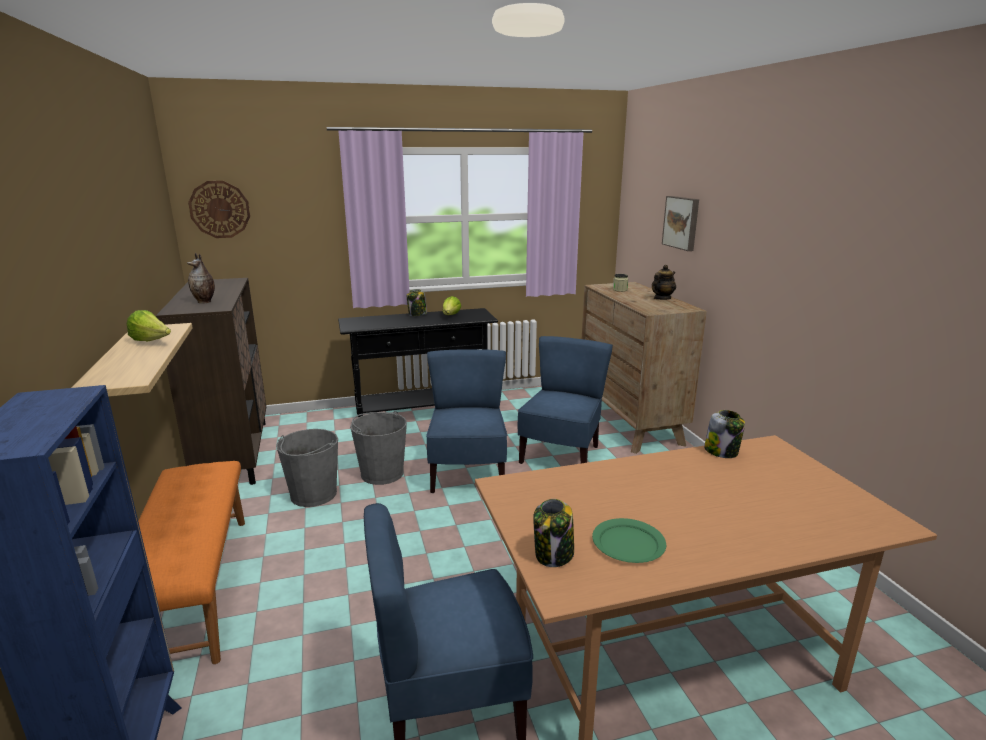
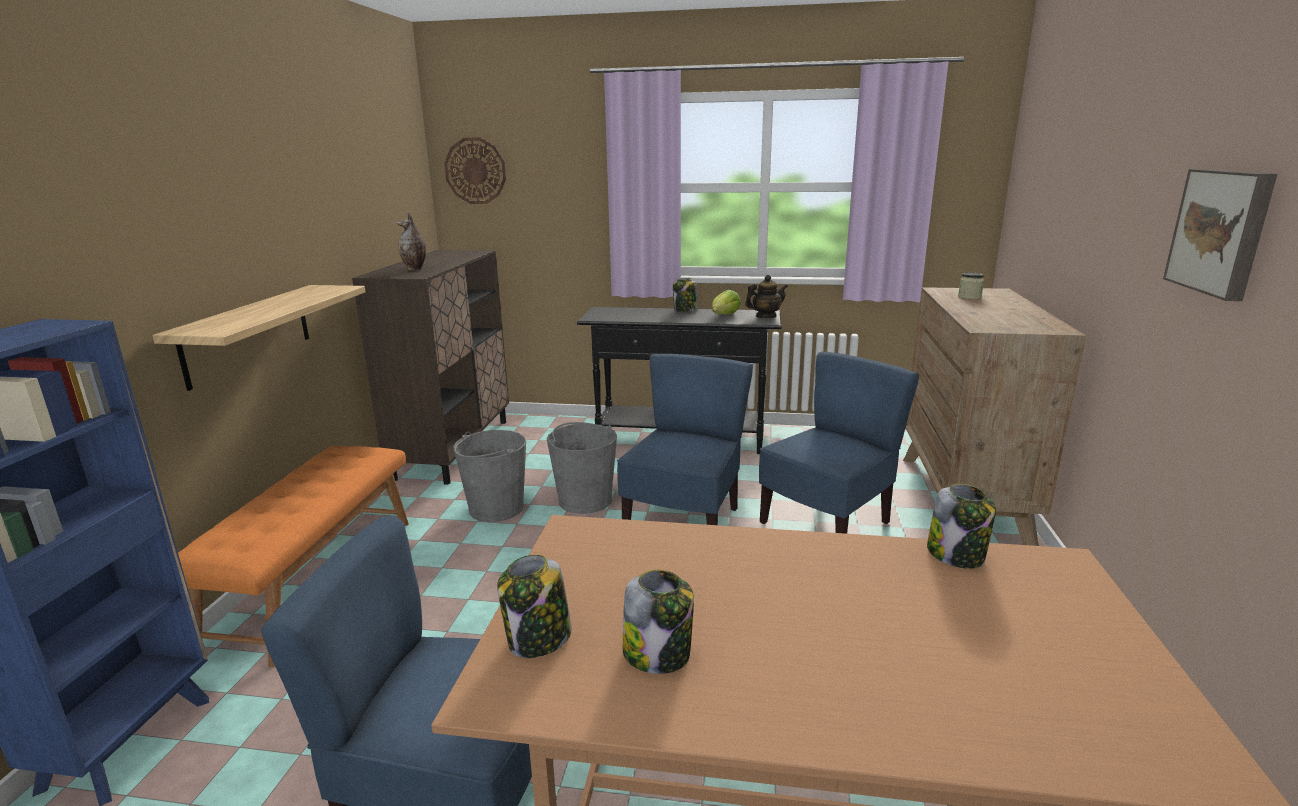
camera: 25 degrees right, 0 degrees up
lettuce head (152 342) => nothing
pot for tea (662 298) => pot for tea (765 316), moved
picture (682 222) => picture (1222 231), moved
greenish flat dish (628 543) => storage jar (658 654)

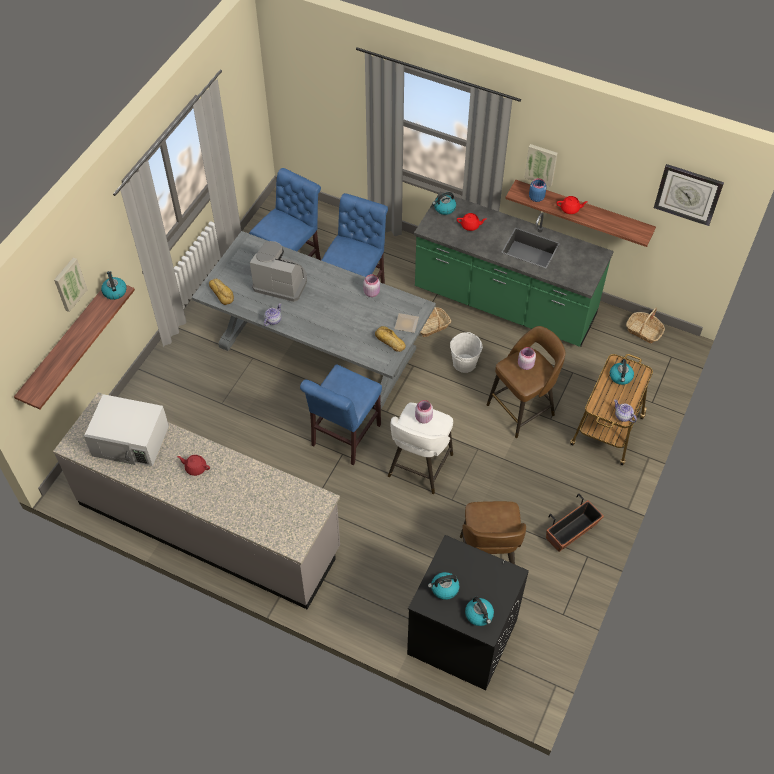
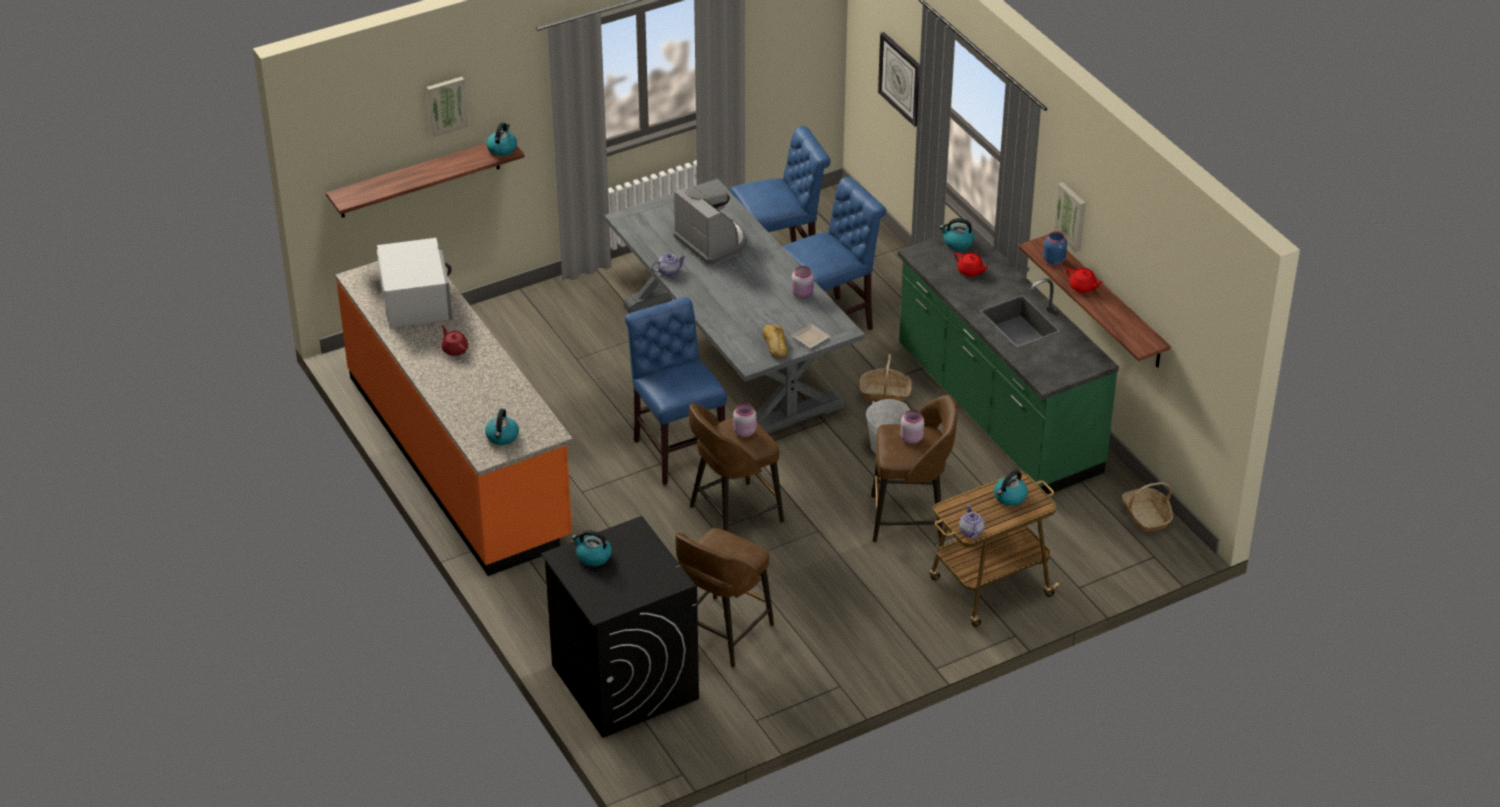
camera: 35 degrees right, 15 degrees down
bread (222 293) => nothing
planter (571 532) => nothing
kettle (479 615) => kettle (502 437), moved
clock on the wall (688 194) => clock on the wall (901 78), moved
greyish counter (209 525) => orange counter (459 457)
white-coloured stool (419 467) => brown stool (733 515)
white-coloured kitchen microwave (131 440) => white-coloured kitchen microwave (416 299), 150 degrees counterclockwise
blue plain chair (343 438) => blue plain chair (677 449), 90 degrees clockwise

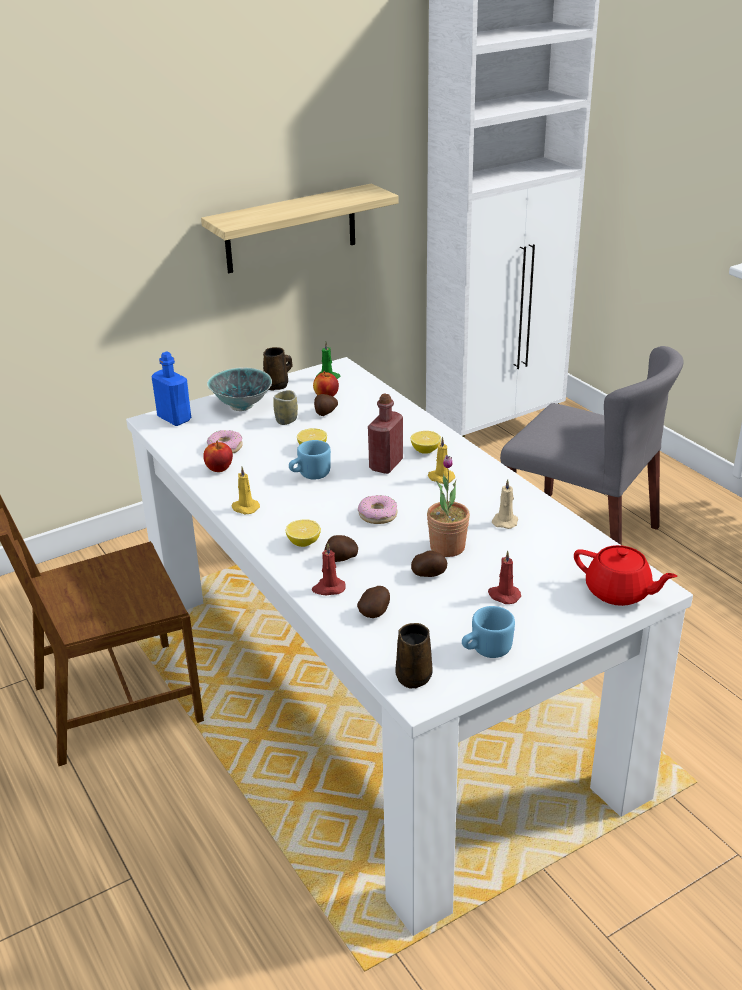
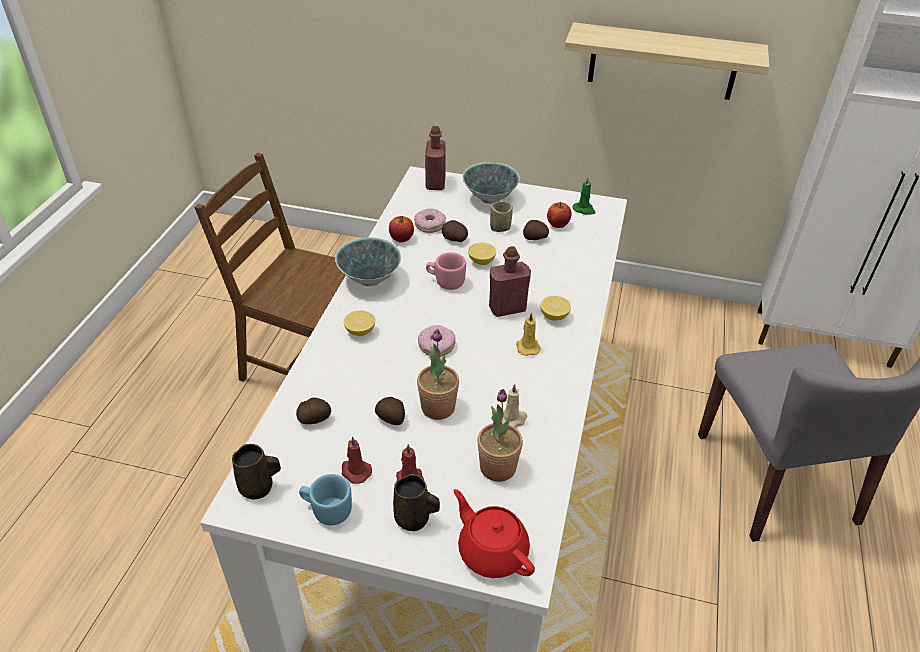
camera: 45 degrees right, 10 degrees up
nothing => potted plant (498 467)
brown tea mug (277 385) => brown tea mug (414 519), moved
red candle (328 588) => red candle (355 471), moved
potato (341 559) => potato (454 239), moved
yellowish candle (244 508) => bowl (369 279)
blue bottle (174 418) => red bottle (435 183)
blue tea mug (309 475) => pinkish tea mug (445 282)
red pot for tea (619 592) => red pot for tea (492 551), 150 degrees clockwise

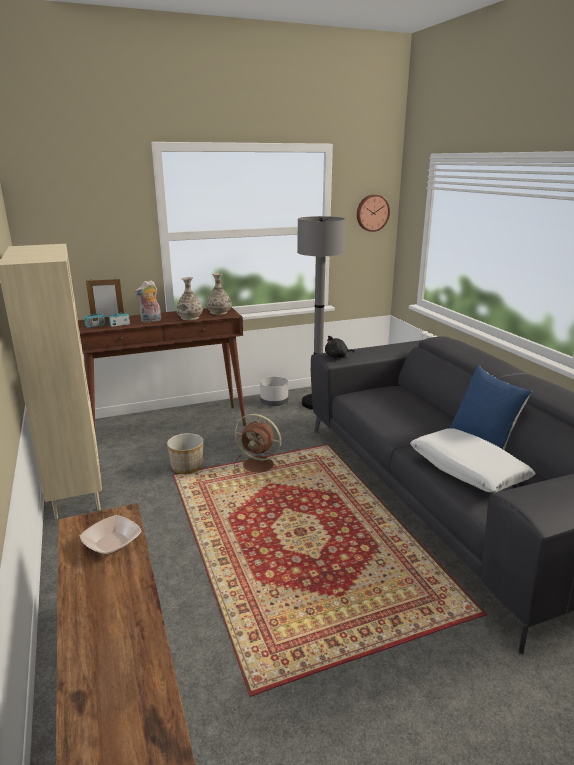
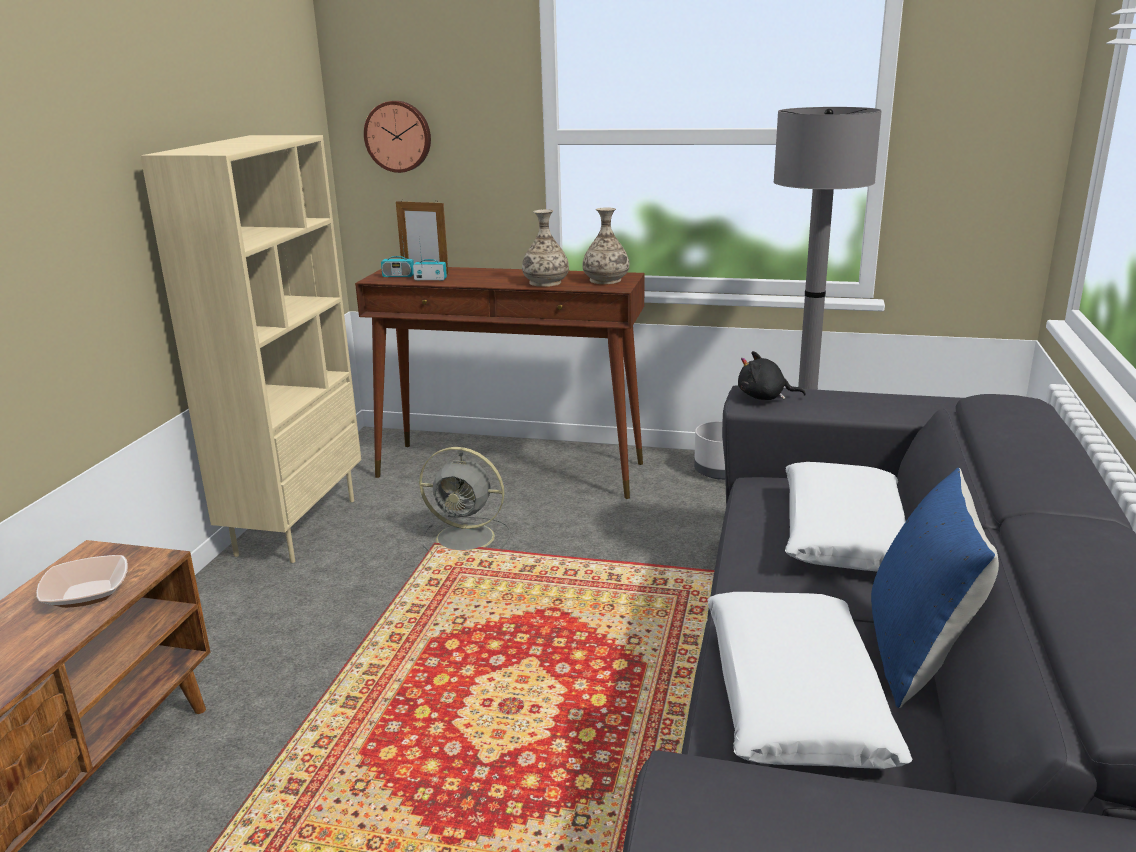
camera: 35 degrees right, 0 degrees up
cuddly toy (151 321) => nothing
brown cooling fan (259 465) => nothing
nothing => white-coloured throw pillow (842 534)
clock on the wall (372 213) => clock on the wall (398 136), moved
planter (187 466) => greyish cooling fan (468 538)

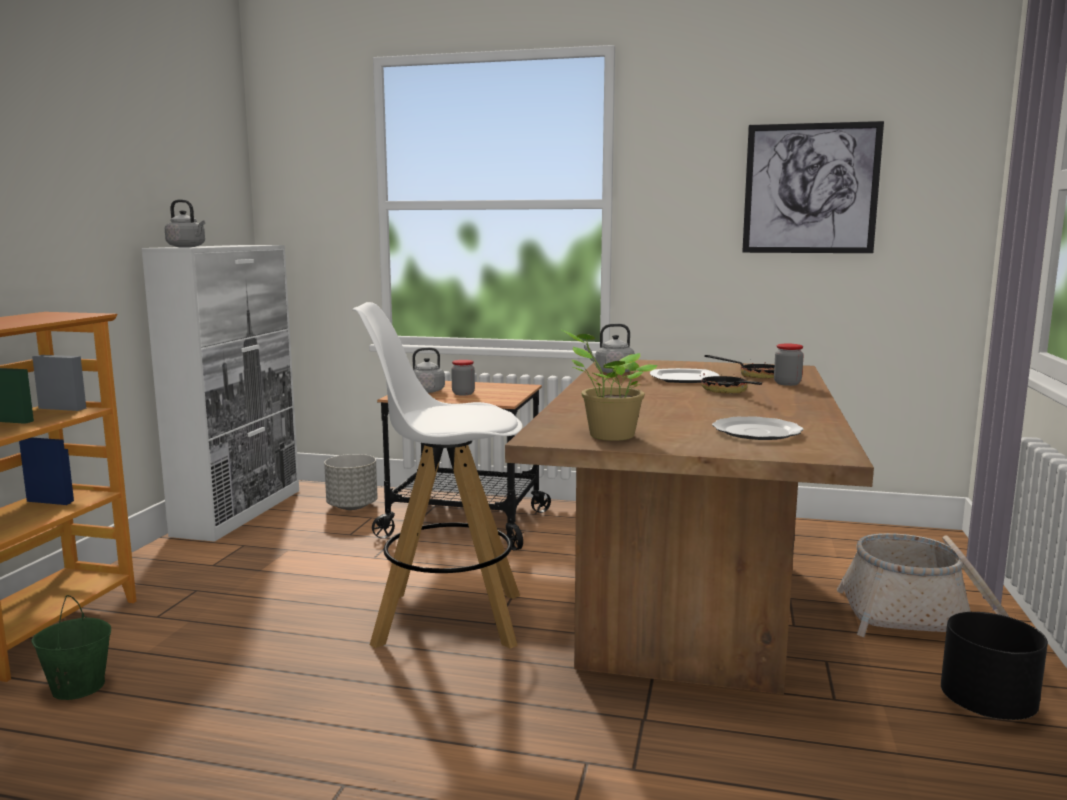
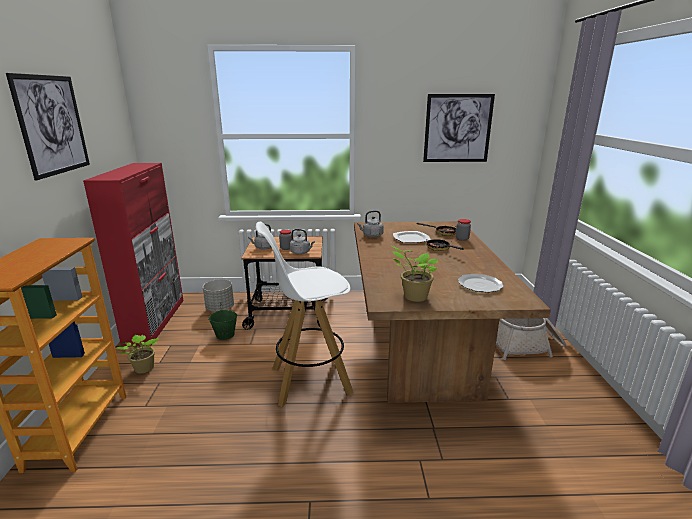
camera: 15 degrees left, 10 degrees up
blackish planter (986 706) => nothing
nothing => picture (52 125)
nothing => potted plant (143 369)
greenish bucket (77 687) => greenish bucket (225 335), moved
greyish kettle (187 246) => greyish kettle (301 252), moved
white-coloured cupboard (240 511) => red cupboard (155 320)

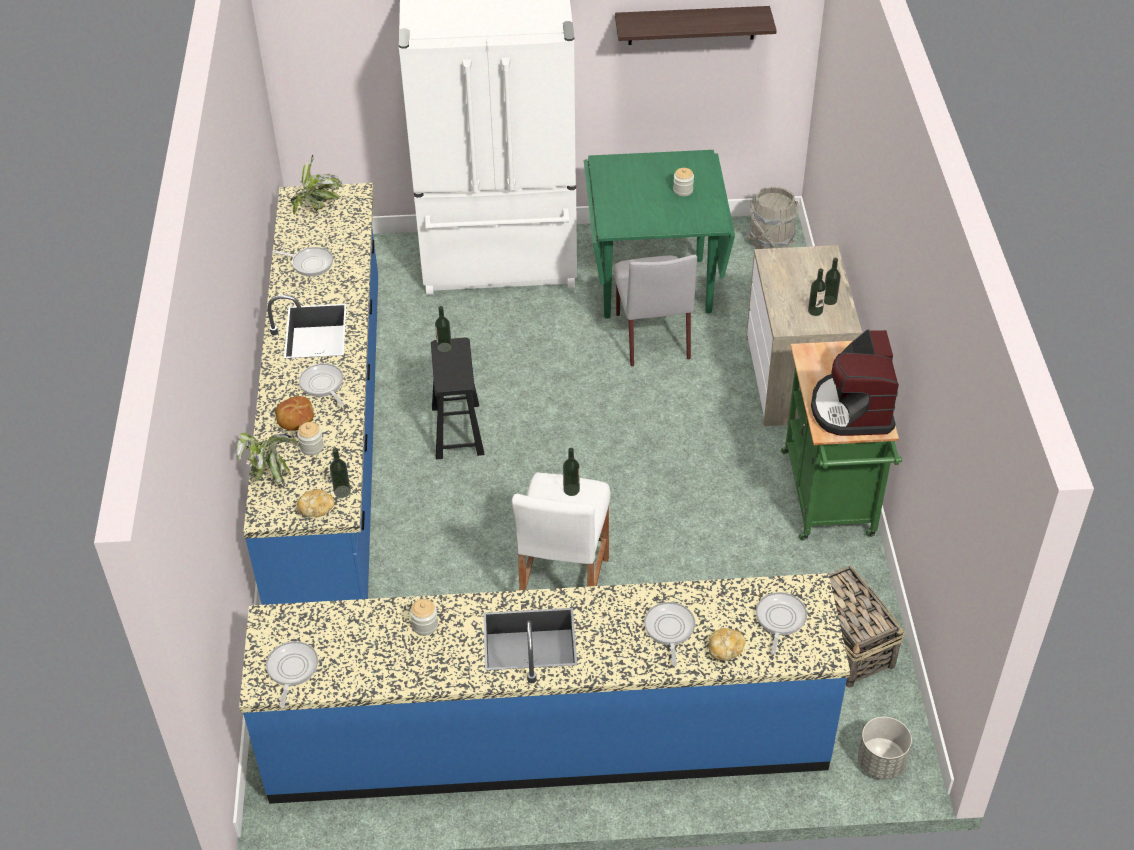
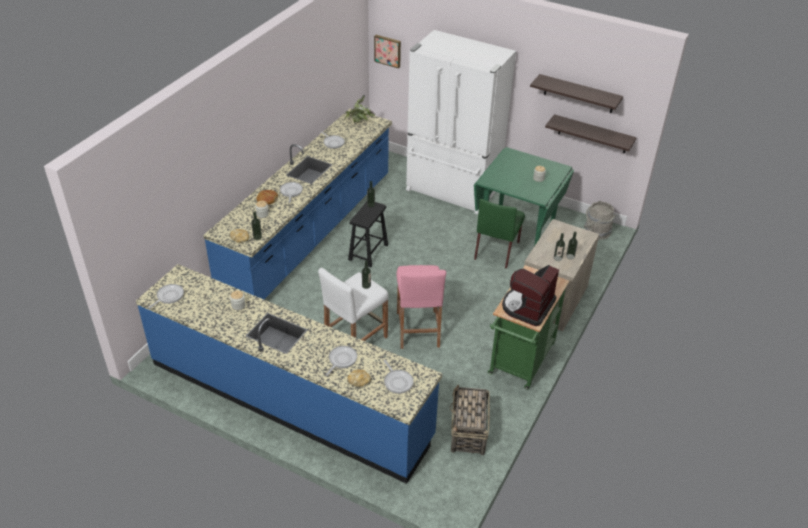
camera: 30 degrees right, 5 degrees down
potted plant (269 471) => nothing
greyish planter (880 762) => nothing
nothing => picture (388 50)
nothing => pinkish stool (418 329)
nothing => wall shelf (592 134)
greyish plain chair (652 335) => greenish plain chair (497 250)
skillet (780 619) => skillet (397 381), 105 degrees clockwise

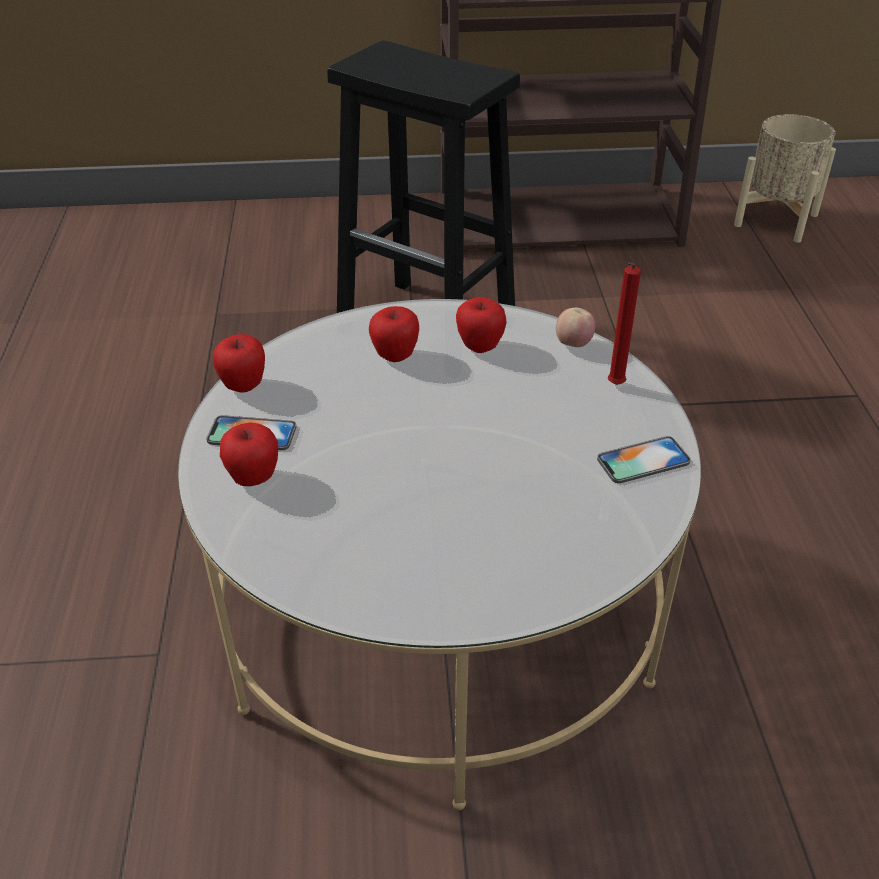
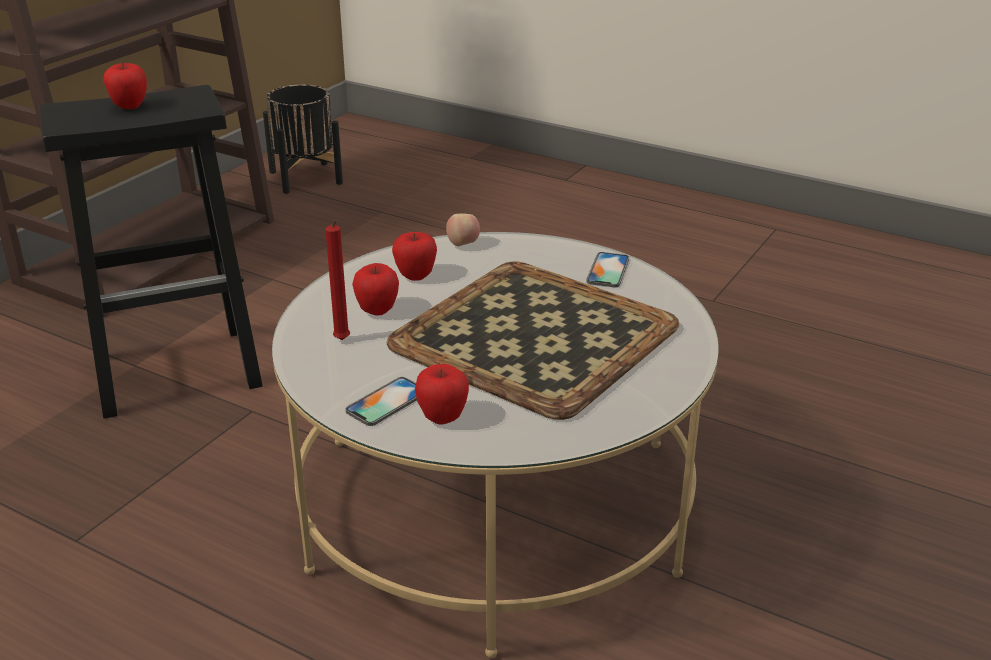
camera: 55 degrees left, 10 degrees down
nothing => serving tray (531 336)
apple fruit (243 386) => apple fruit (129 107), moved
red candle (614 386) => red candle (342 341), moved
sand-coloured planter (776 220) => blackish planter (305 177)

